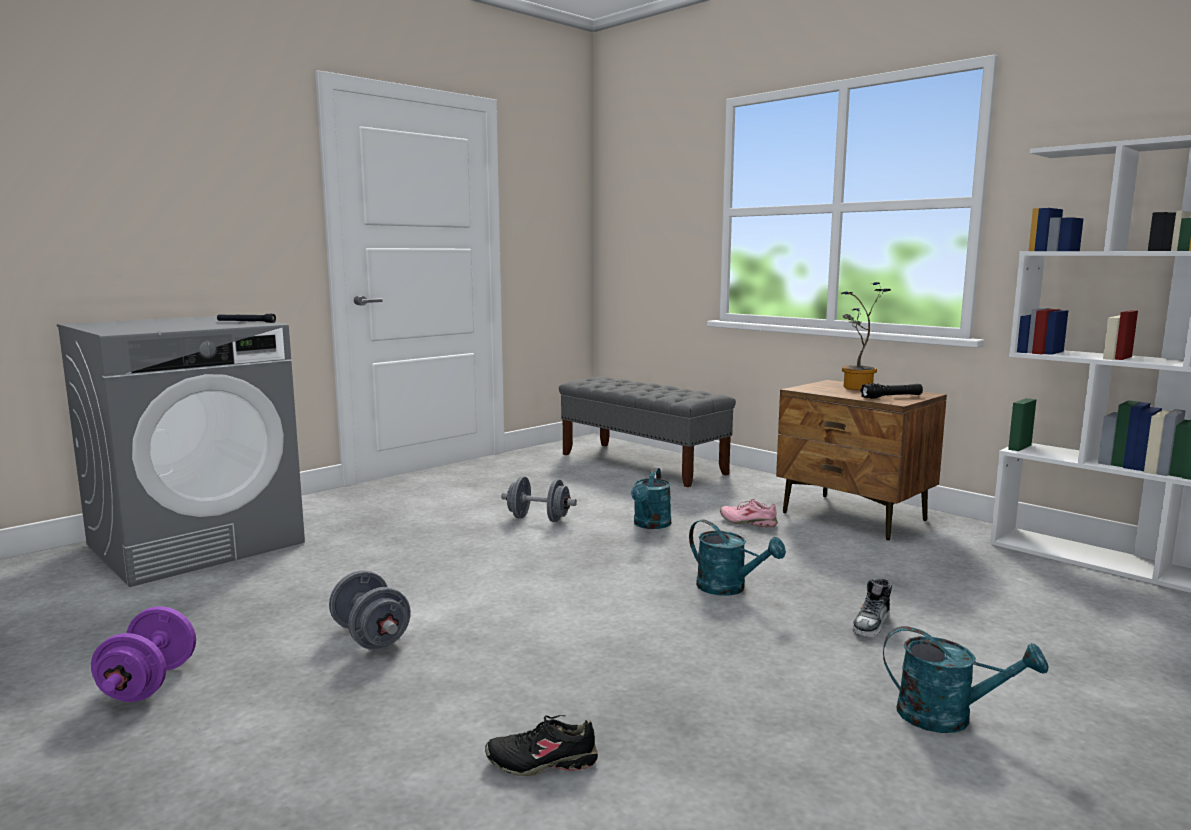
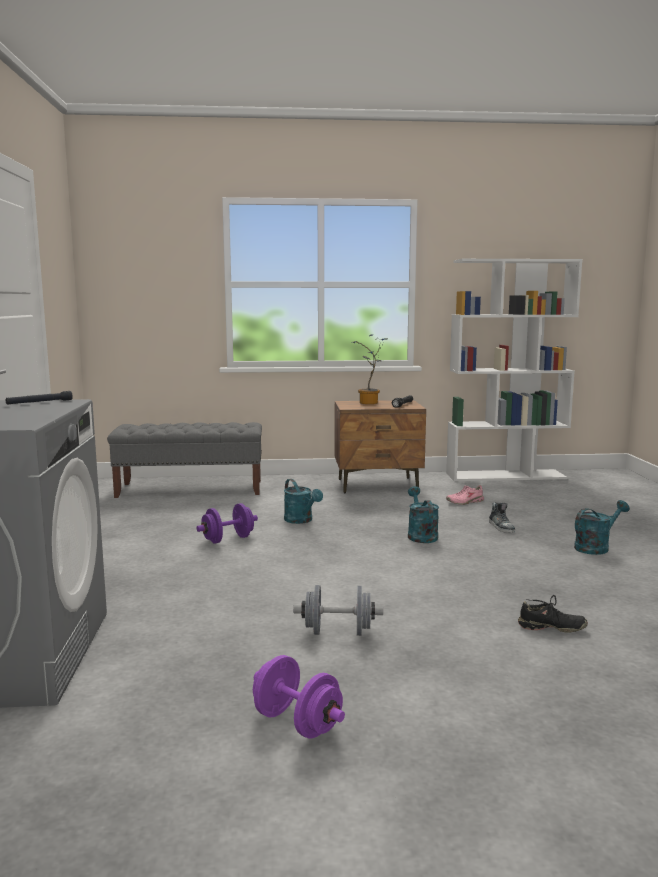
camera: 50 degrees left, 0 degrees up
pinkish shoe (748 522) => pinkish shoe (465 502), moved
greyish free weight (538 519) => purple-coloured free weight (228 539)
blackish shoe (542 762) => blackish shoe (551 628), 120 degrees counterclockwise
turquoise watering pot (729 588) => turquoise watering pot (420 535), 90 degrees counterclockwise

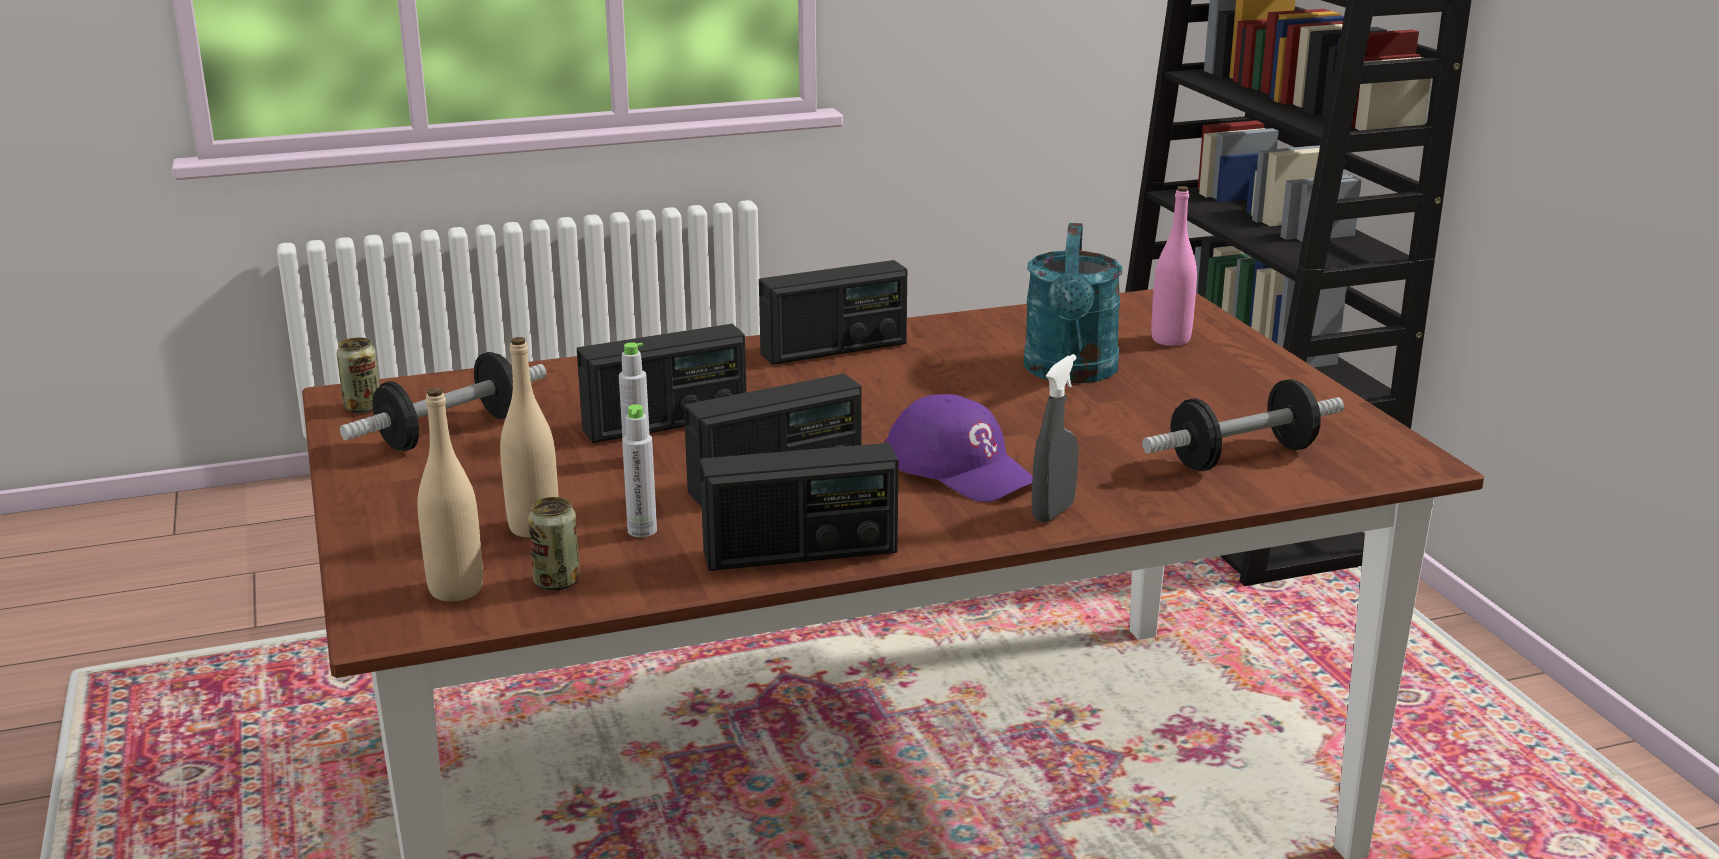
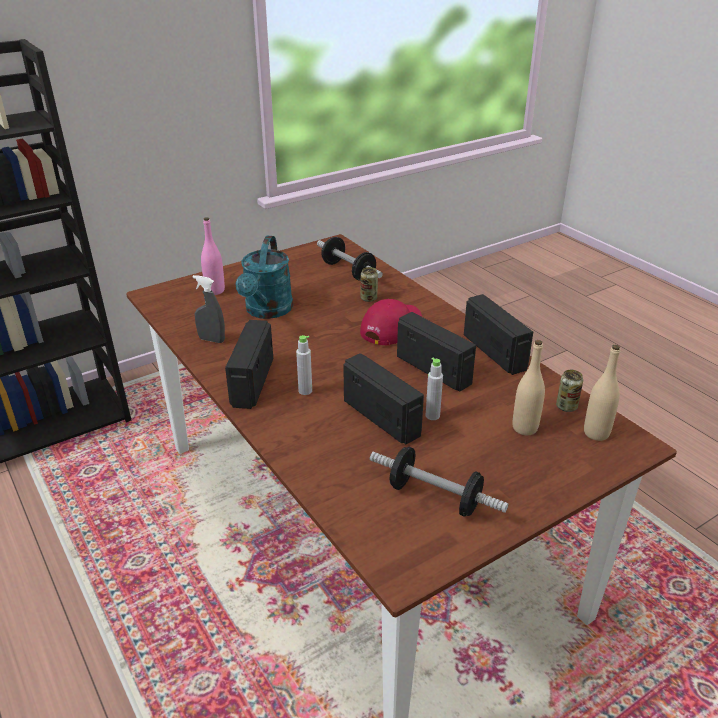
camera: 105 degrees left, 10 degrees up
metal can (363 407) => metal can (369 298), moved
greyish bottle (642 531) => greyish bottle (305 391), moved
greyish spray bottle (1053 512) => greyish spray bottle (211 340), moved
purple-coloured baseball cap (961 468) => red baseball cap (391 327)
radio set (834 349) => radio set (251 382), 135 degrees counterclockwise
turquoise watering pot (1071 373) => turquoise watering pot (267 311), 105 degrees clockwise

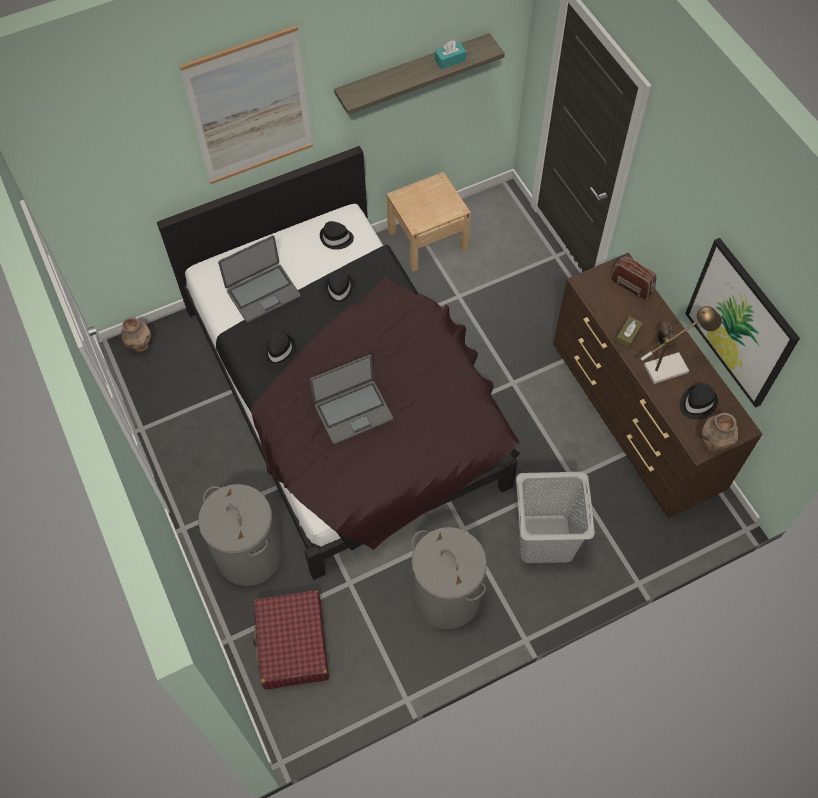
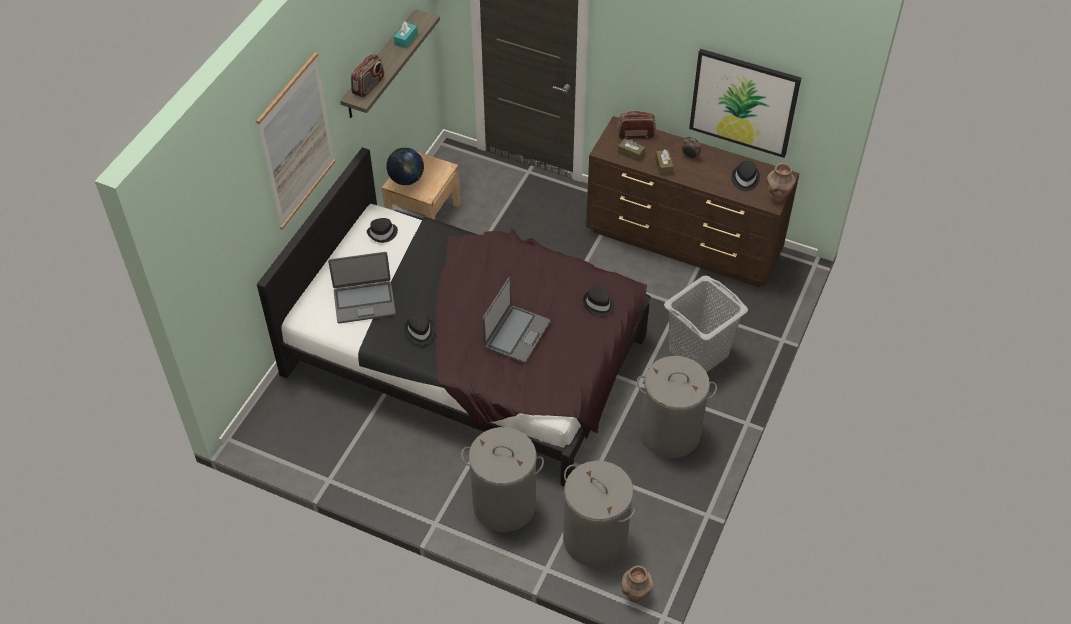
camera: 40 degrees left, 10 degrees down
tabletop lamp (671 366) => nothing
nothing => radio set (368 86)
nothing => world globe (406 179)
nothing => brown tissue box (631 153)
brown decorative vase (140 346) => brown decorative vase (635 594), moved
blackish clothing hat (339 290) => blackish clothing hat (598 304), moved
red suitcase (292 644) => greyish hamper (595 539)
notebook computer (263 293) => notebook computer (364 302), 60 degrees clockwise

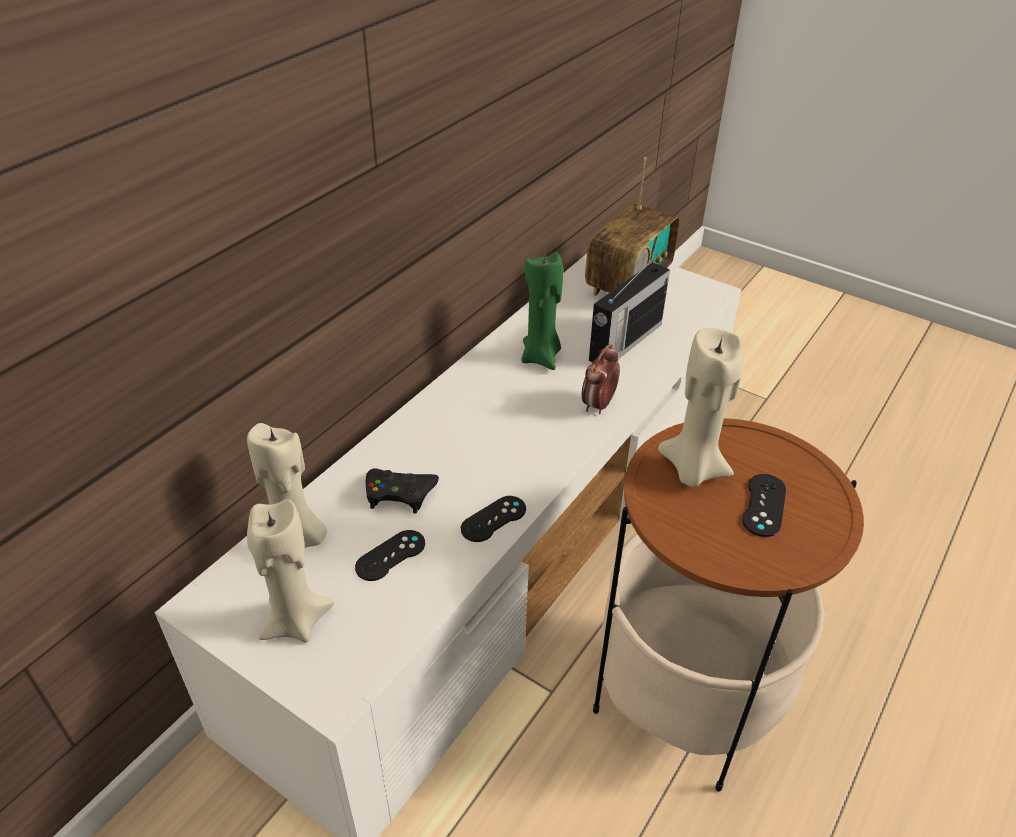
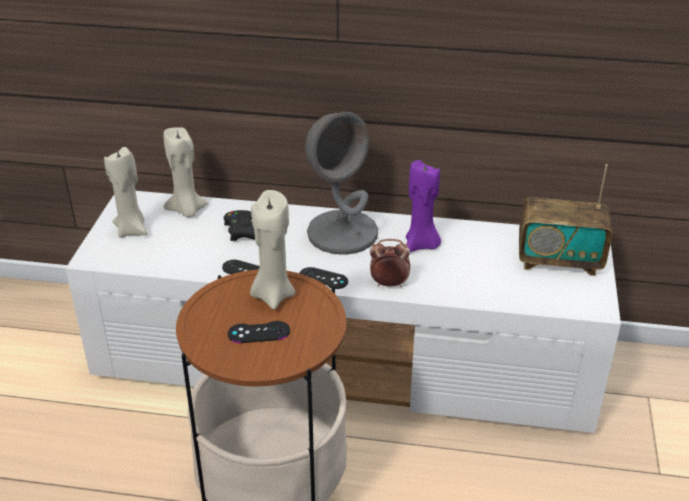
camera: 65 degrees right, 5 degrees down
radio set (624 343) => nothing
nothing => greyish tabletop lamp (343 233)
blackish joypad (390 555) => blackish joypad (323 278), moved
greenish candle (541 357) => purple-coloured candle (421 245)

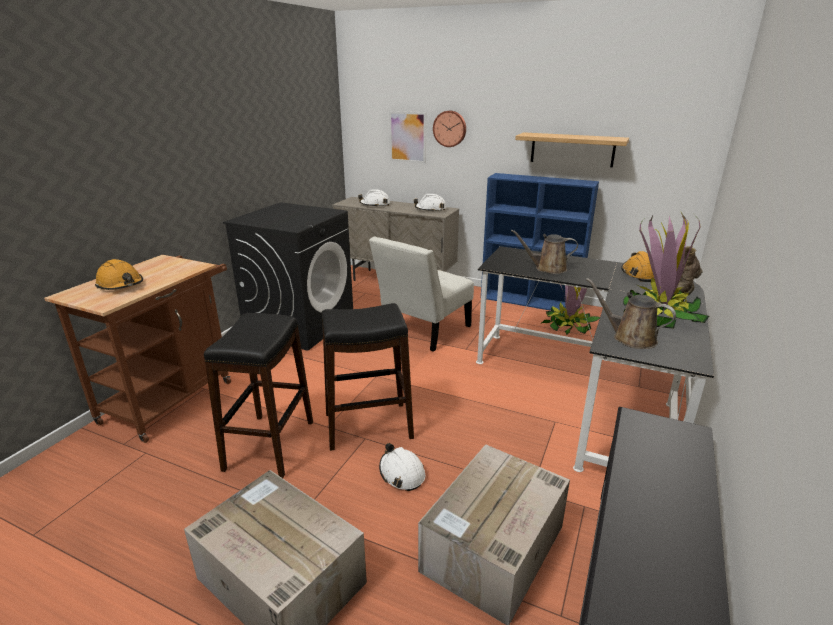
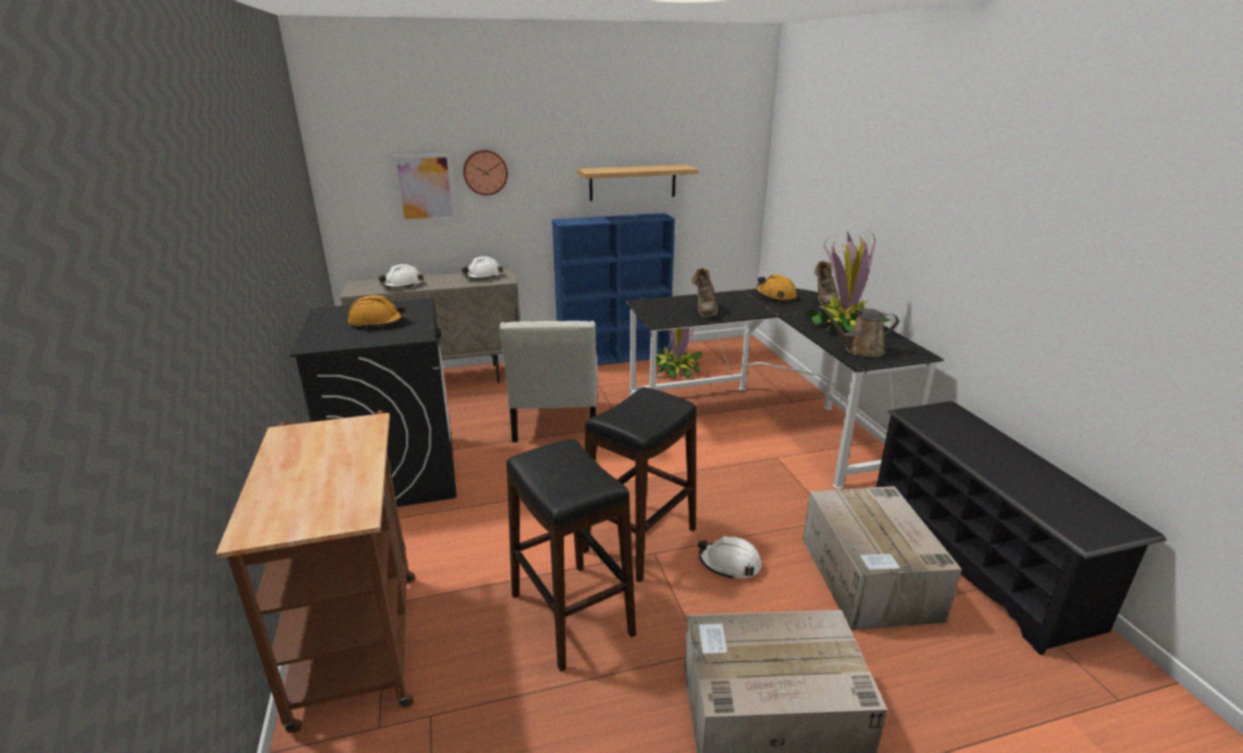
camera: 40 degrees left, 0 degrees up
orange hard hat (120 285) => orange hard hat (377 322), moved
brown watering pot (547 268) => brown boot (705 311)

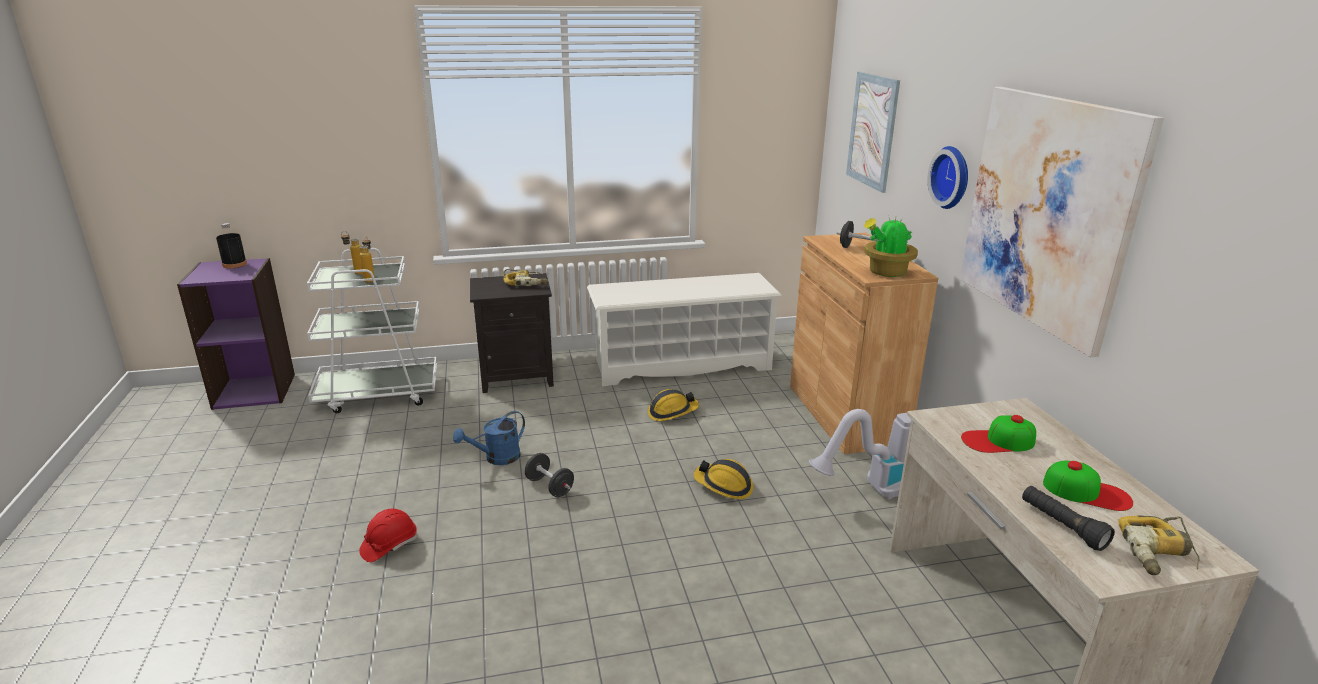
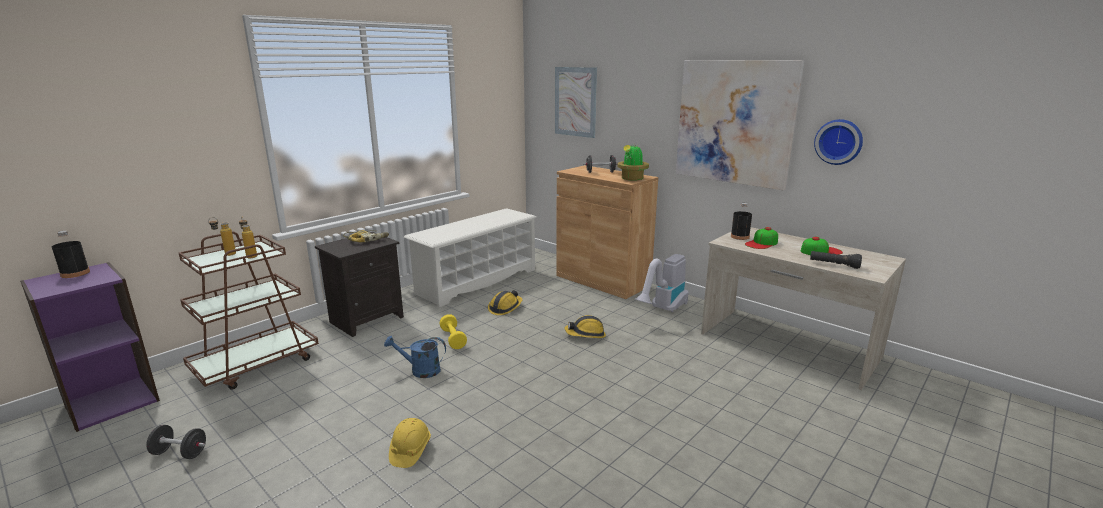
camera: 35 degrees left, 5 degrees down
drill (1159 553) => nothing
nothing => yellowish free weight (453 339)
nothing => blackish bottle (740 237)
blackish free weight (550 487) => blackish free weight (180 453), moved
clock on the wall (953 177) => clock on the wall (839 141), moved
white-coloured wheeled cart (379 393) => brown wheeled cart (256 364)
red hard hat (389 545) => yellowish hard hat (410 451)
blue watering pot (496 458) => blue watering pot (420 370), 75 degrees clockwise

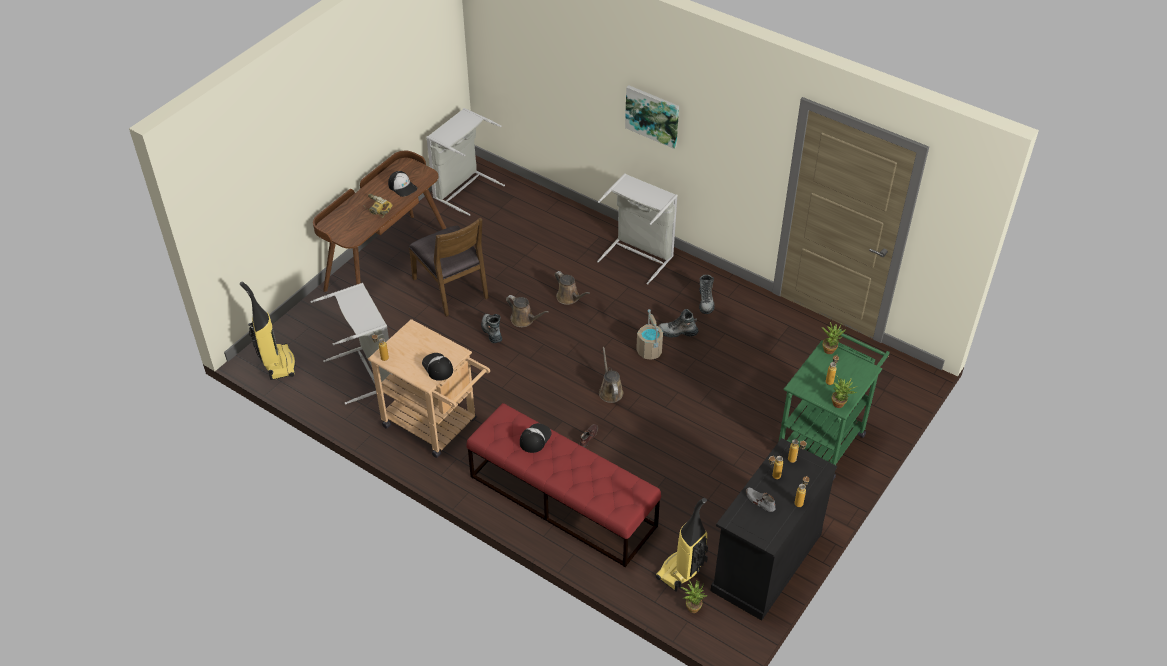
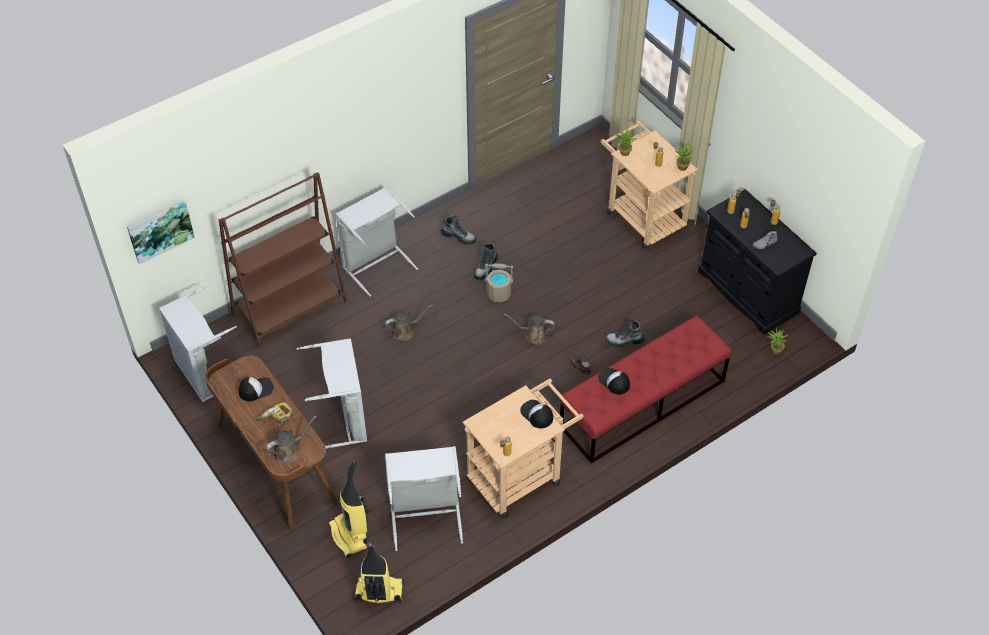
camera: 70 degrees left, 5 degrees up
nothing => brown bookshelf (290 309)
boot (491 331) => boot (624 341), moved
brown watering pot (524 320) => brown watering pot (289 450), moved
picture (652 115) => picture (160 230), moved
hoover (682 571) => hoover (350 535), moved
brown plain chair (452 288) => greyish hamper (344 418)
greenish wheeled cart (824 438) => sand-coloured wheeled cart (641 215)
baseball cap (437 367) => baseball cap (536 414), 60 degrees clockwise

